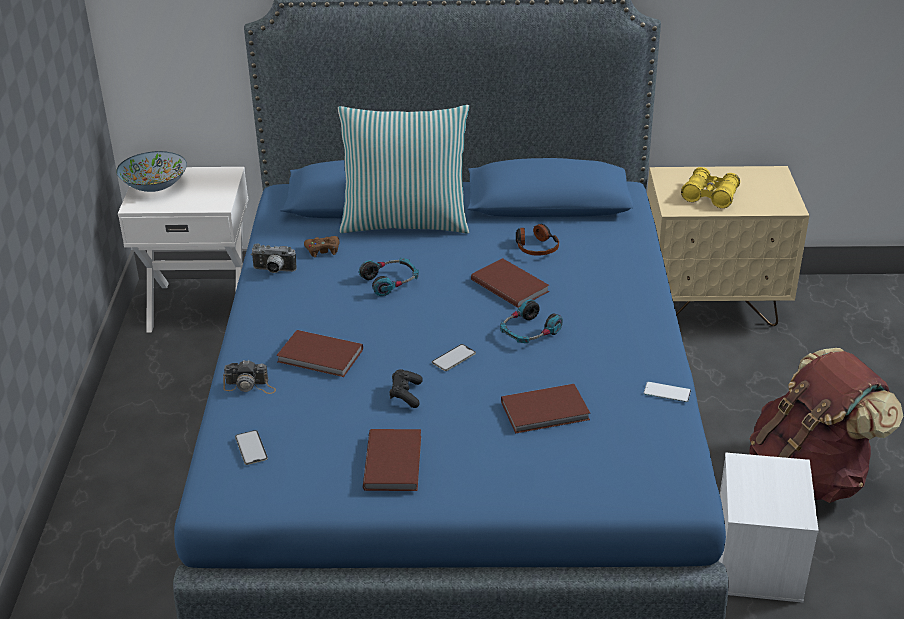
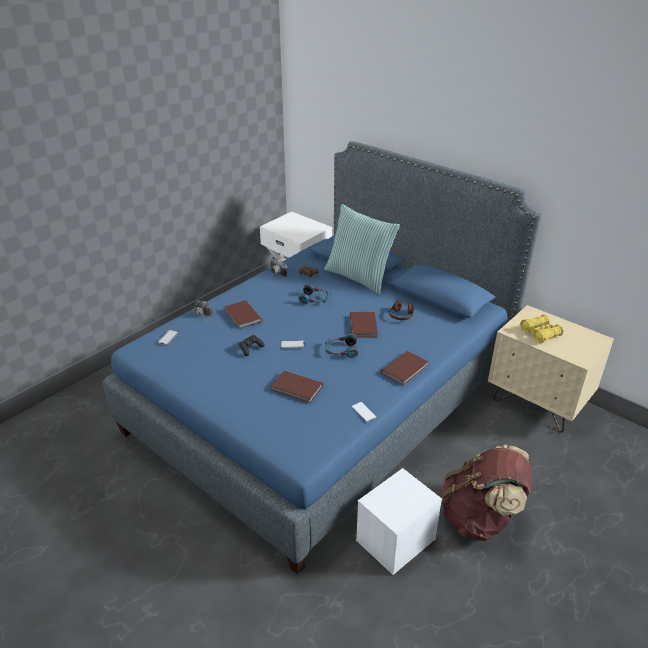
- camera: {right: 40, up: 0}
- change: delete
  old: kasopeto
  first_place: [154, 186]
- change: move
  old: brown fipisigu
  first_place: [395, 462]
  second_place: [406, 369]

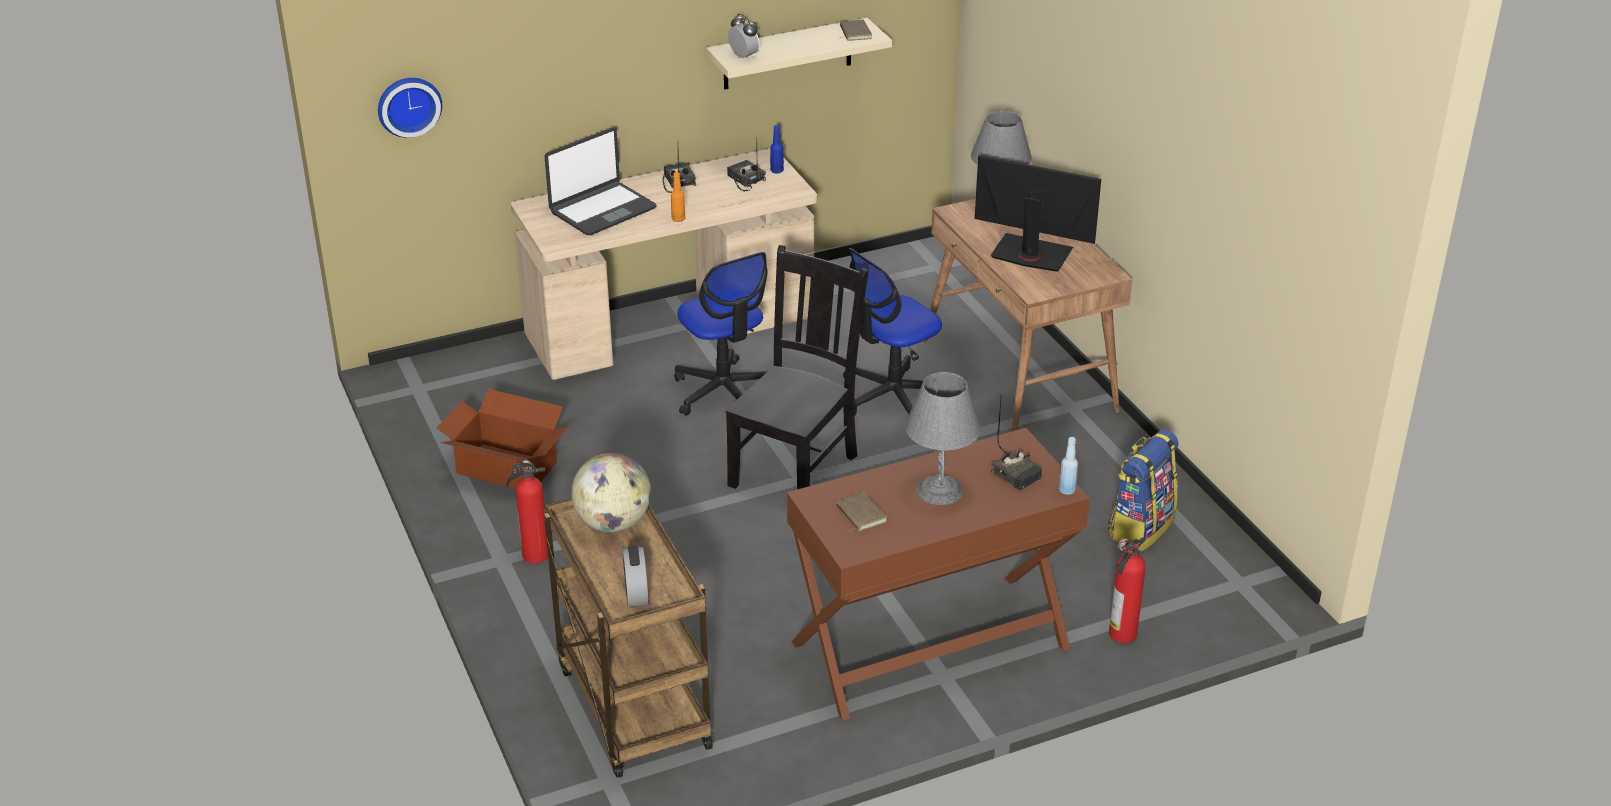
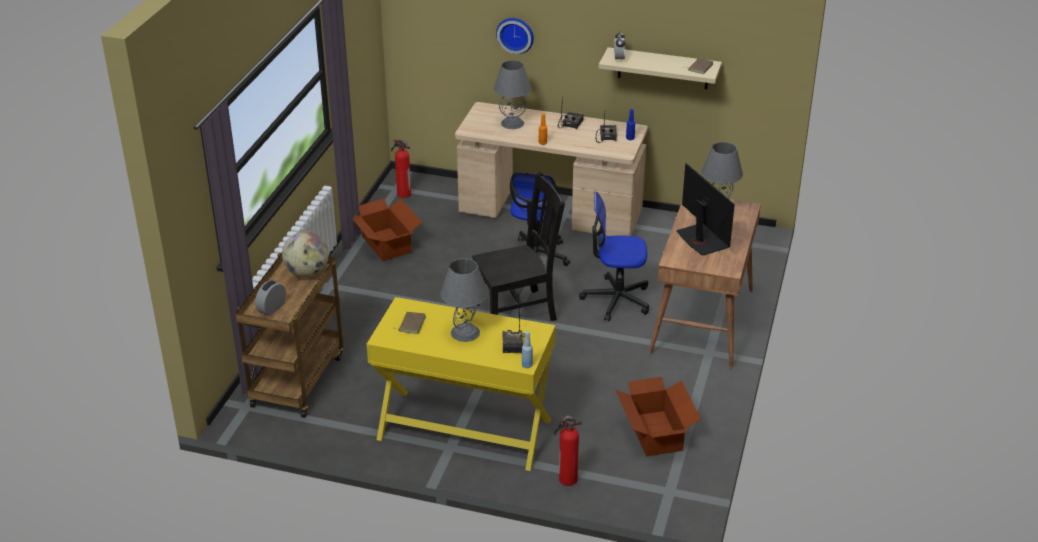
- camera: {right: 40, up: 0}
- change: move
  old: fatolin
  first_place: [408, 105]
  second_place: [516, 34]
- change: replace
  old: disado
  new: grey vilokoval
  first_place: [602, 210]
  second_place: [512, 123]
- change: recolor
  old: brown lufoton
  new: yellow lufoton
  first_place: [930, 646]
  second_place: [464, 430]
- change: replace
  old: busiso
  new: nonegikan
  first_place: [1140, 527]
  second_place: [656, 433]
- change: move
  old: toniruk
  first_place: [533, 555]
  second_place: [403, 193]

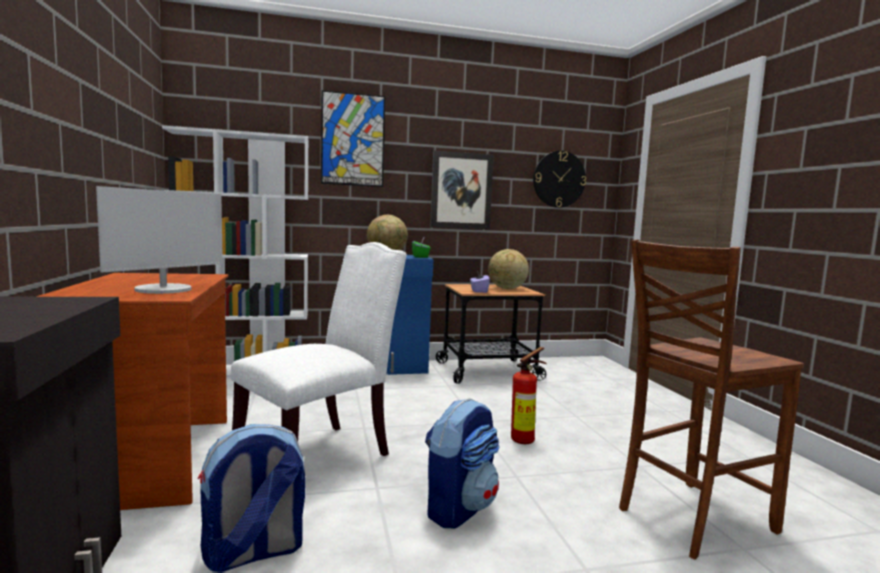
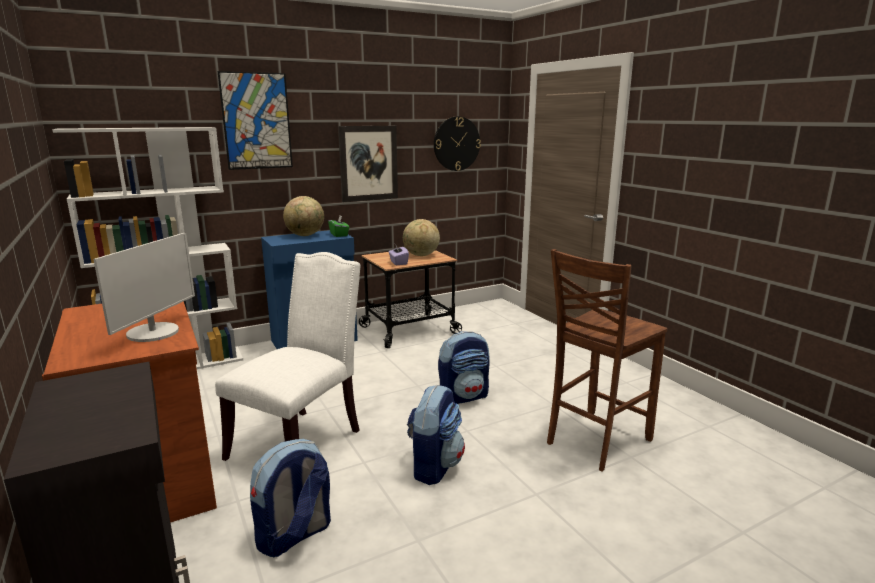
- camera: {right: -15, up: 10}
- change: replace
  old: toniruk
  new: busiso
  first_place: [526, 440]
  second_place: [464, 396]

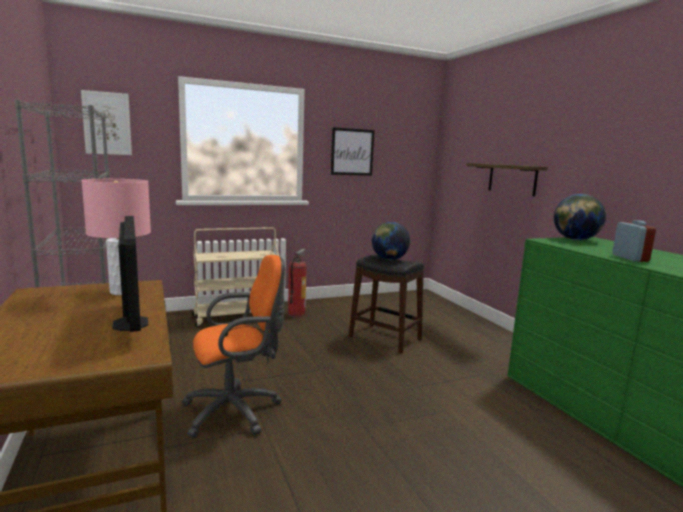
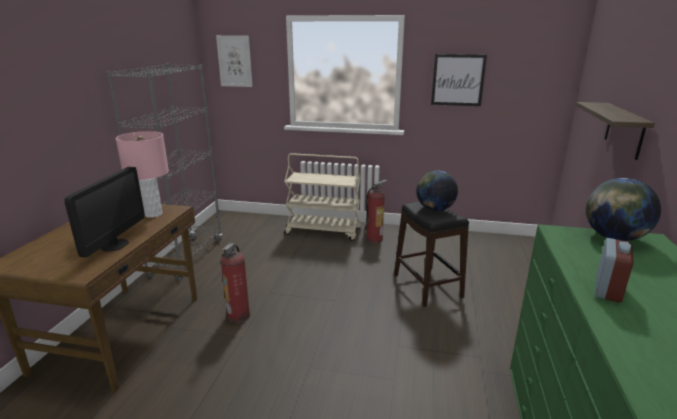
- camera: {right: 35, up: 10}
- change: replace
  old: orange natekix
  new: toniruk
  first_place: [237, 411]
  second_place: [238, 316]

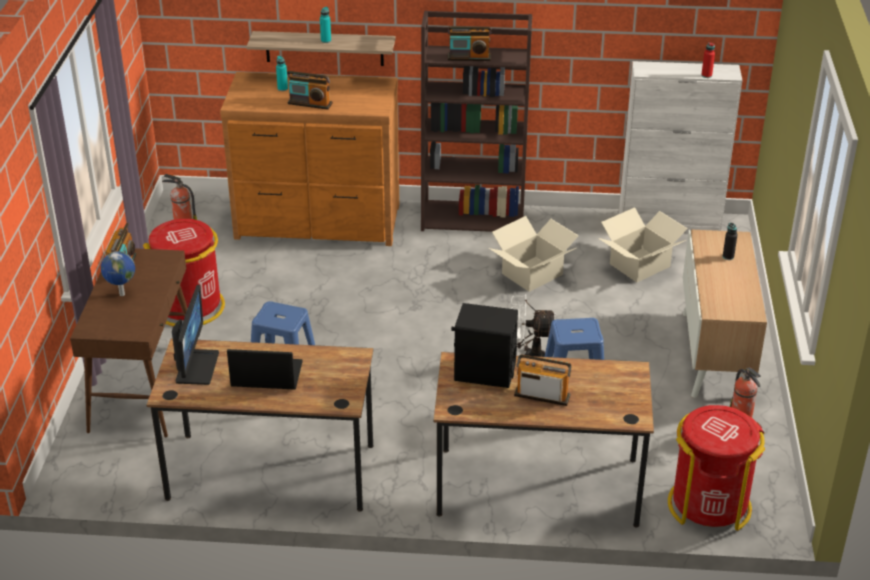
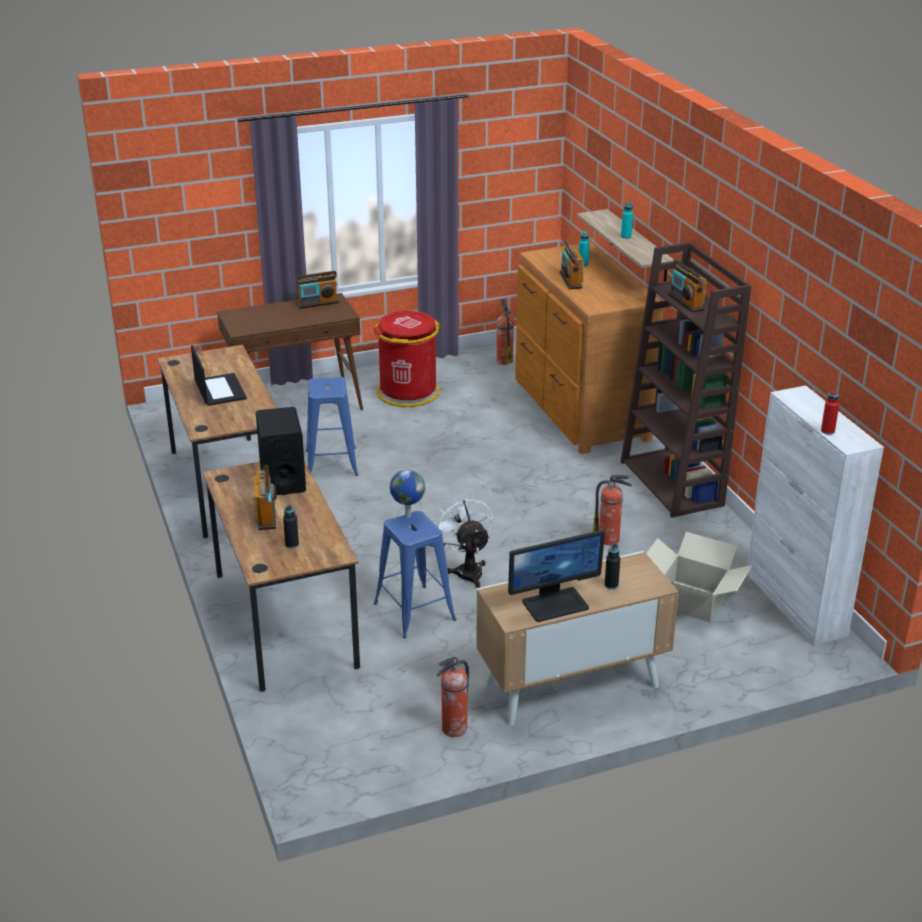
- camera: {right: 65, up: -5}
- change: replace
  old: nonegikan
  new: toniruk
  first_place: [532, 274]
  second_place: [610, 539]
- change: move
  old: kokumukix
  first_place: [121, 294]
  second_place: [407, 515]
- change: move
  old: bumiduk
  first_place: [196, 367]
  second_place: [555, 604]
- change: delete
  old: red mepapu
  first_place: [709, 505]
- change: insert
  new: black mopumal
  second_place: [292, 545]

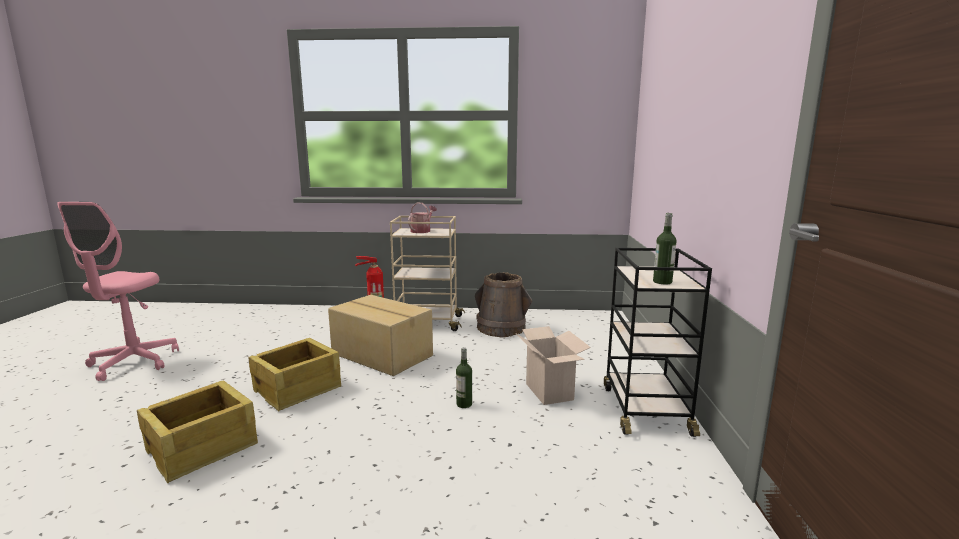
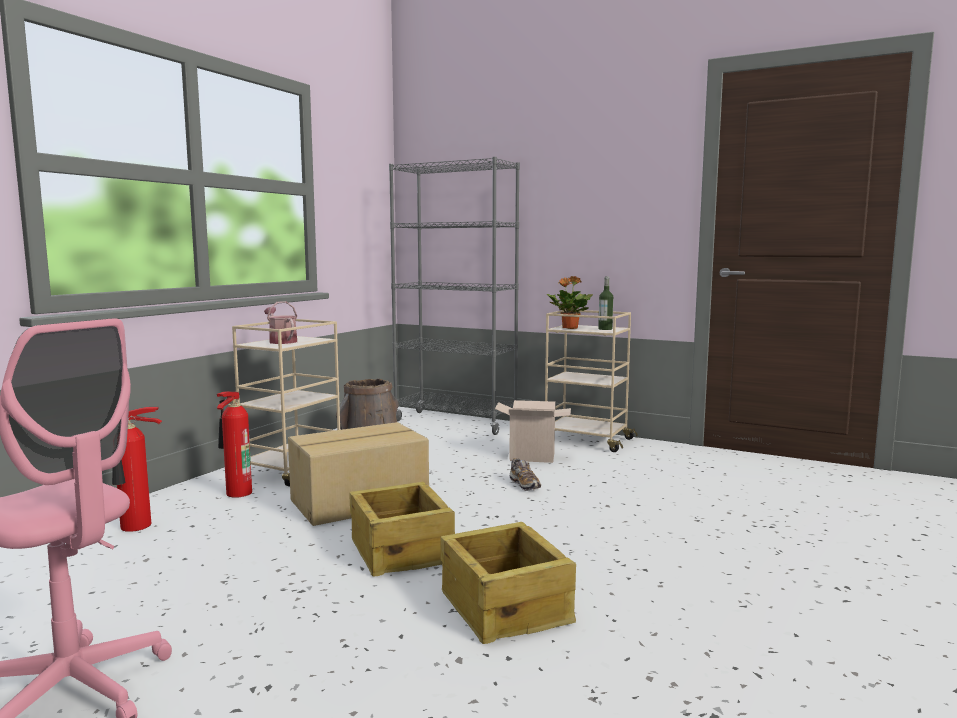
- camera: {right: -65, up: -5}
- change: recolor
  old: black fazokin
  new: beige fazokin
  first_place: [645, 409]
  second_place: [586, 440]
- change: replace
  old: mopumal
  new: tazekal
  first_place: [464, 404]
  second_place: [524, 485]
- change: insert
  new: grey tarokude
  second_place: [455, 423]
- change: insert
  new: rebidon
  second_place: [569, 328]
- change: insert
  new: toniruk
  second_place: [137, 527]

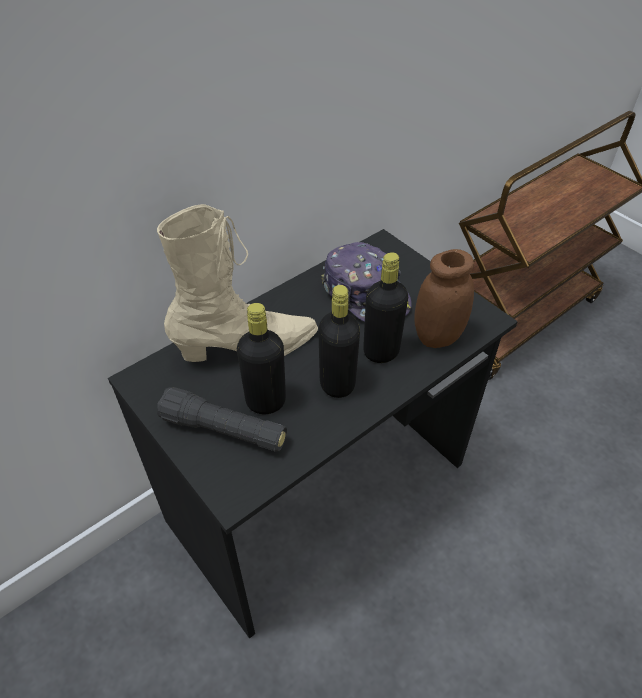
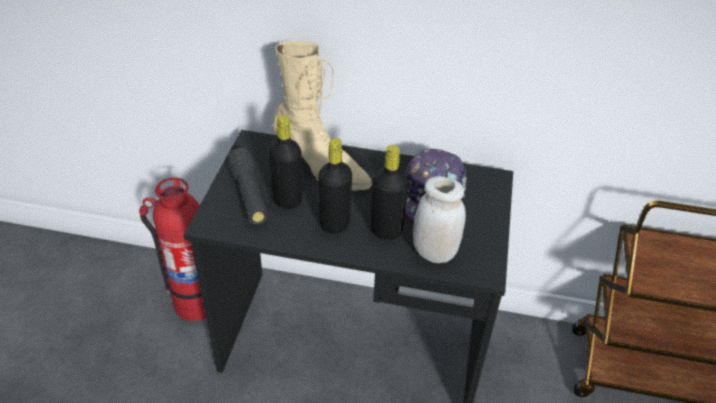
- camera: {right: 50, up: -5}
- change: recolor
  old: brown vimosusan
  new: white vimosusan
  first_place: [438, 336]
  second_place: [434, 252]
- change: insert
  new: toniruk
  second_place: [195, 302]

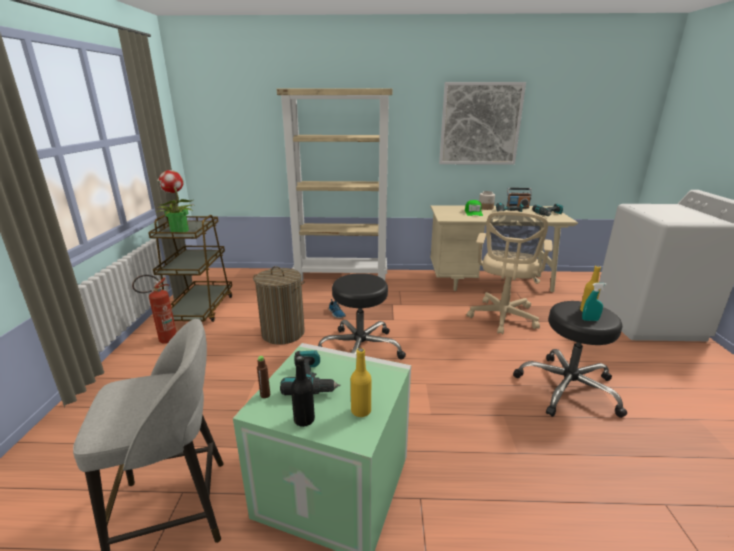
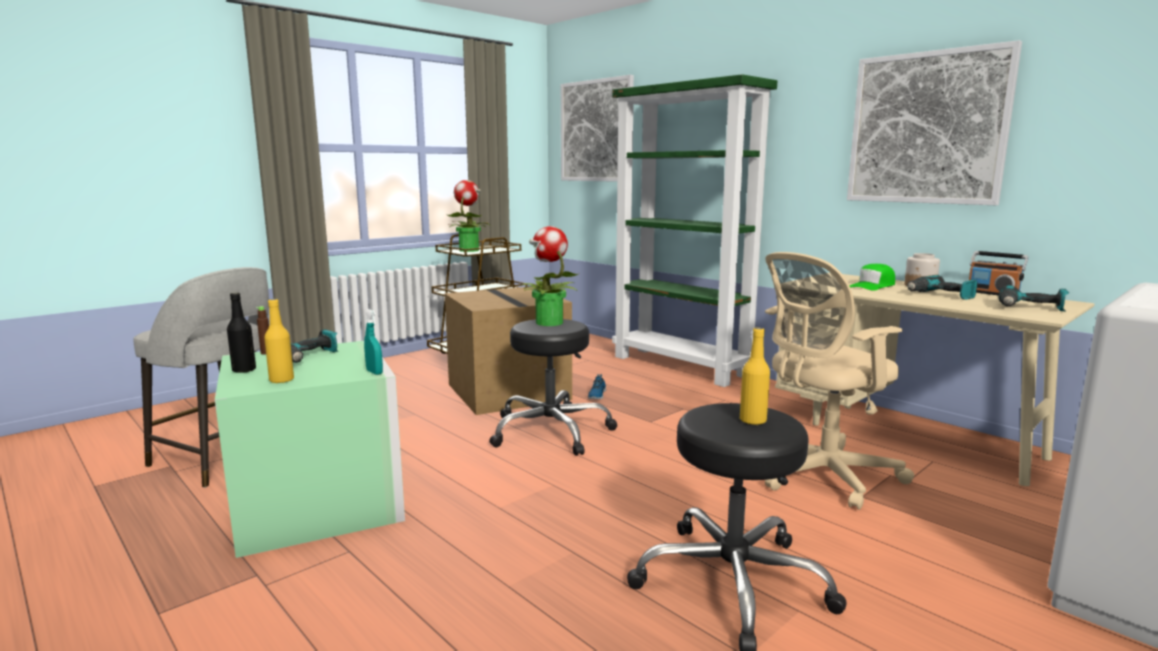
- camera: {right: 45, up: -10}
- change: recolor
  old: beige tarokude
  new: green tarokude
  first_place: [342, 275]
  second_place: [681, 366]
- change: replace
  old: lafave
  new: nonegikan
  first_place: [283, 333]
  second_place: [510, 392]
- change: delete
  old: toniruk
  first_place: [164, 341]
- change: move
  old: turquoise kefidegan
  first_place: [590, 320]
  second_place: [374, 372]
- change: insert
  new: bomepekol
  second_place: [596, 131]
- change: insert
  new: rebidon
  second_place: [548, 322]

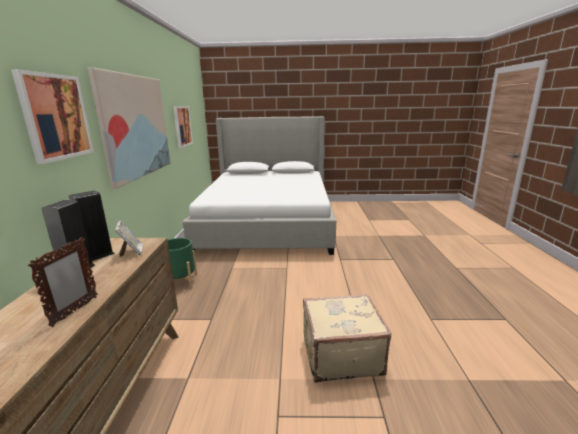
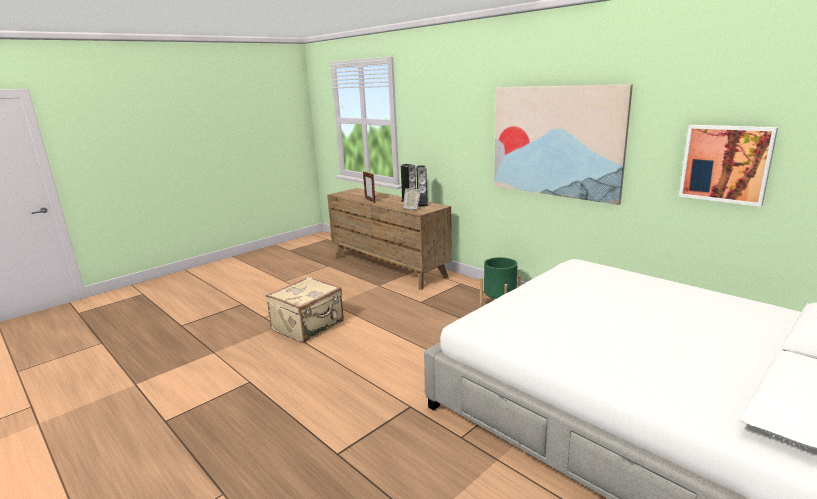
- camera: {right: 135, up: 0}
- change: delete
  old: bomepekol
  first_place: [56, 117]

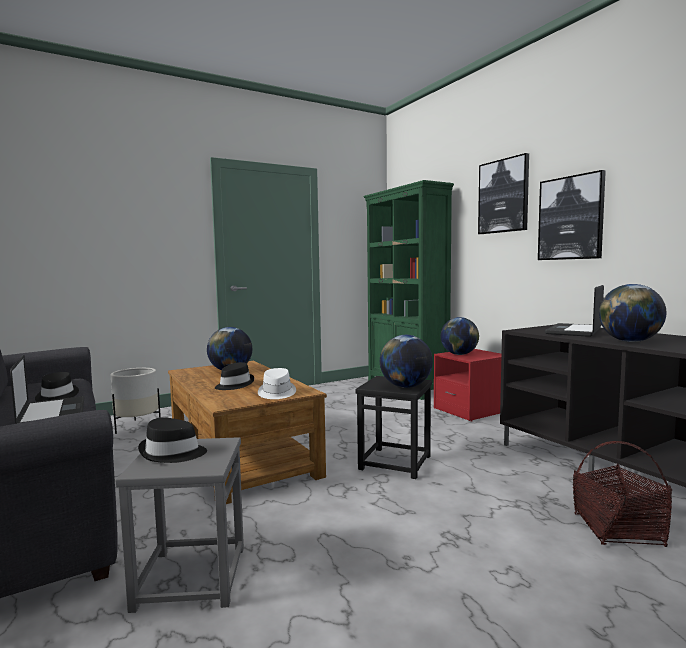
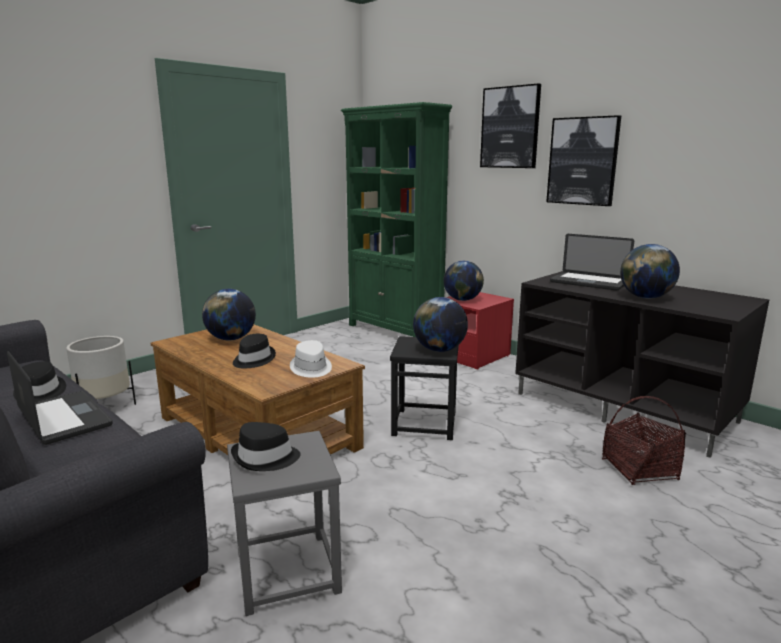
- camera: {right: -15, up: 10}
- change: rotate
  old: disado
  first_place: [574, 331]
  second_place: [589, 282]
  degrees: -75

